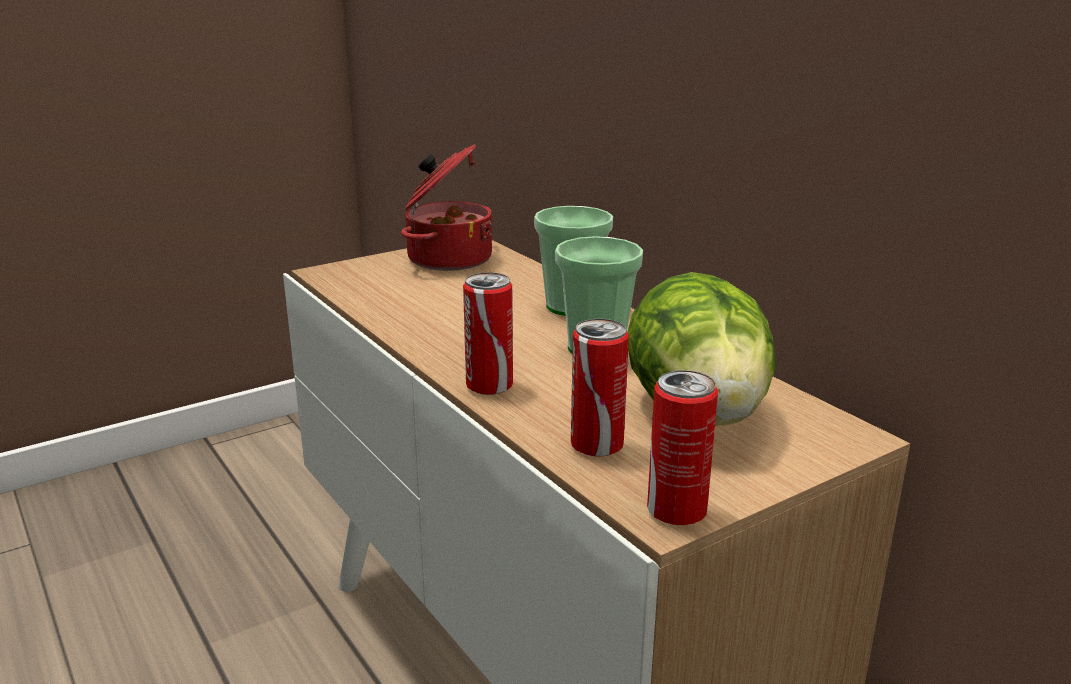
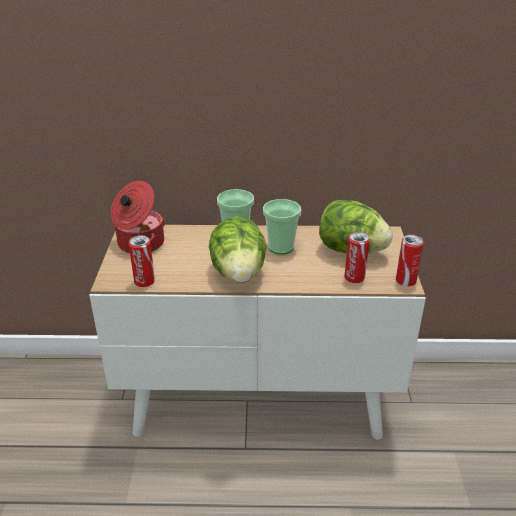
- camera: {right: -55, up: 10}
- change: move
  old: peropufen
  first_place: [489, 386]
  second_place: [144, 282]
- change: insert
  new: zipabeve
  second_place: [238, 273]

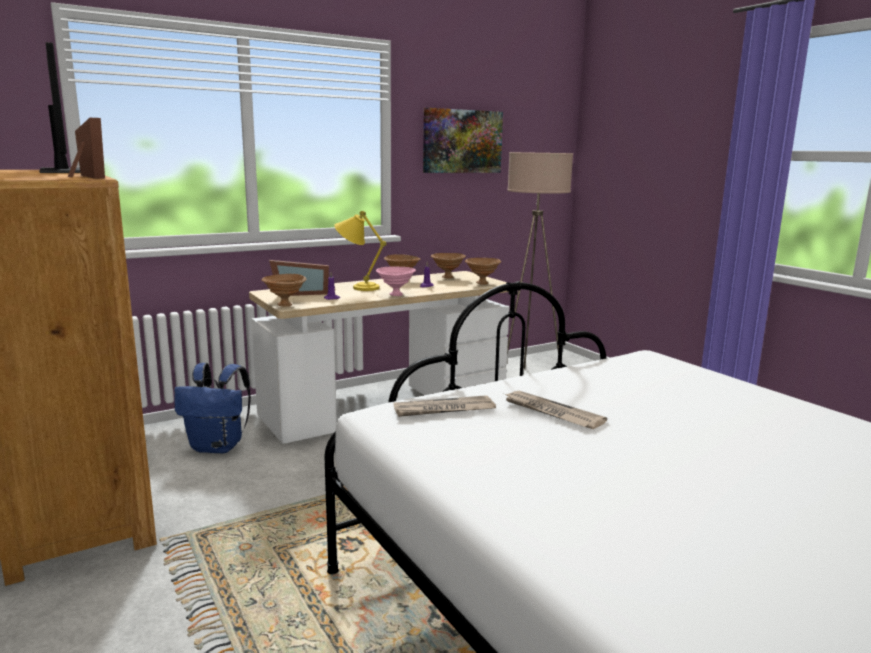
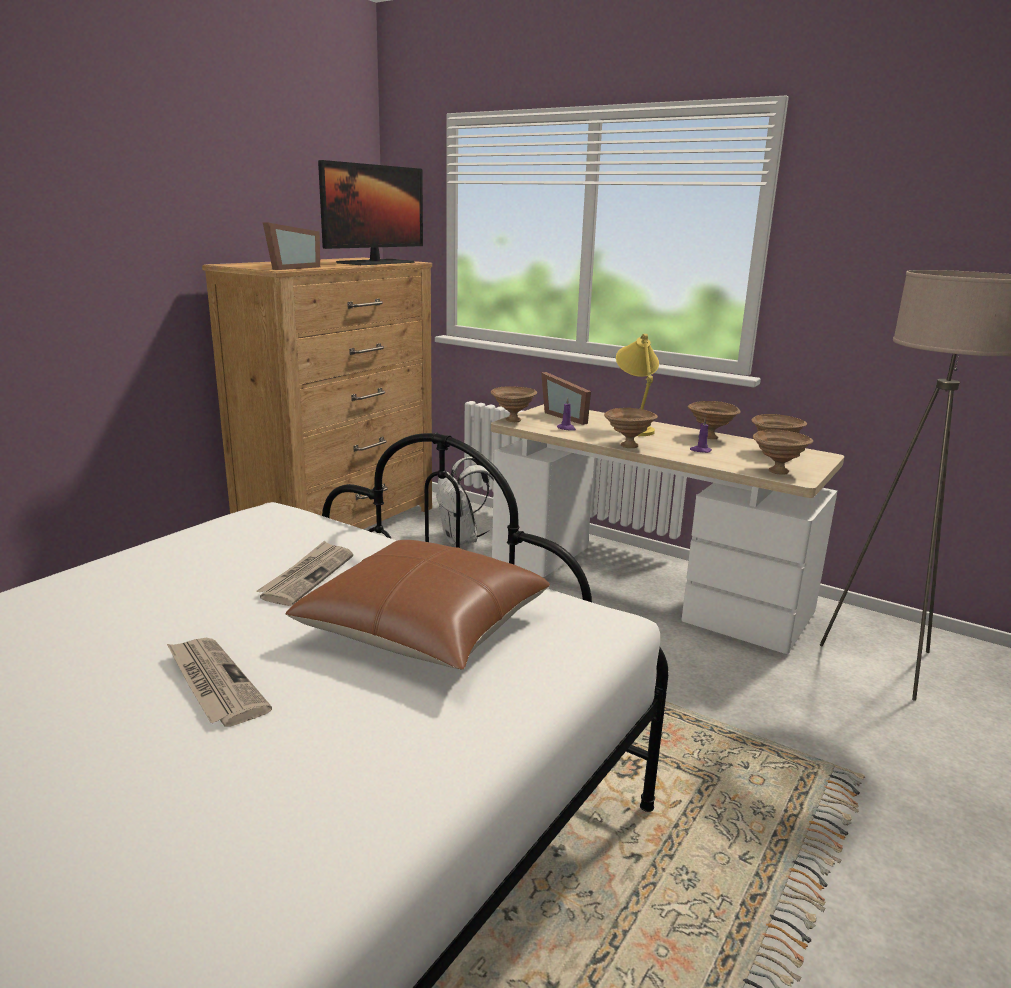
- camera: {right: 65, up: 5}
- change: delete
  old: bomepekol
  first_place: [462, 141]
- change: recolor
  old: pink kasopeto
  new: brown kasopeto
  first_place: [396, 295]
  second_place: [628, 446]
- change: recolor
  old: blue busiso
  new: white busiso
  first_place: [218, 447]
  second_place: [463, 539]
- change: move
  old: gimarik
  first_place: [443, 410]
  second_place: [213, 683]
- change: insert
  new: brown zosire
  second_place: [424, 628]

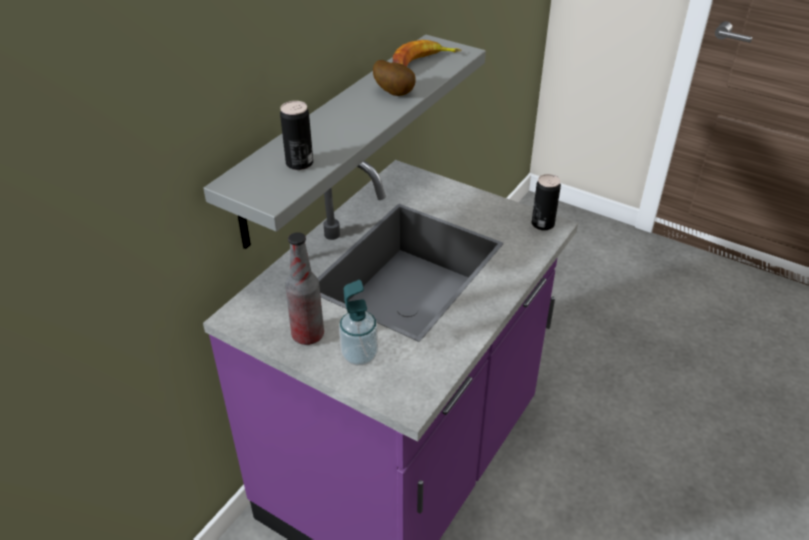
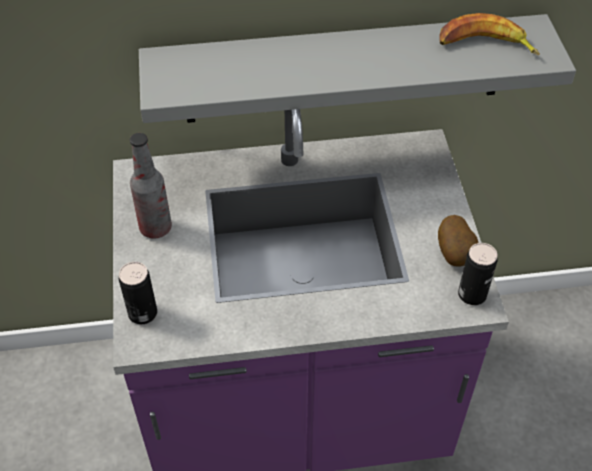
- camera: {right: 50, up: 10}
- change: move
  old: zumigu
  first_place: [395, 93]
  second_place: [456, 254]
- change: move
  old: peropufen
  first_place: [299, 163]
  second_place: [142, 313]
- change: delete
  old: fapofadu
  first_place: [359, 355]

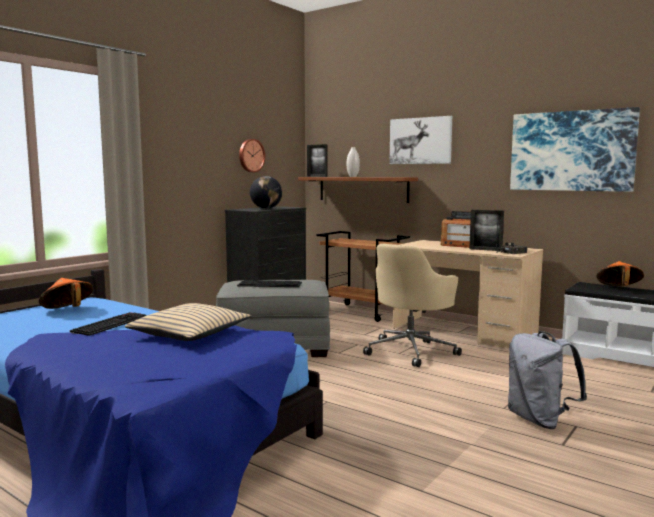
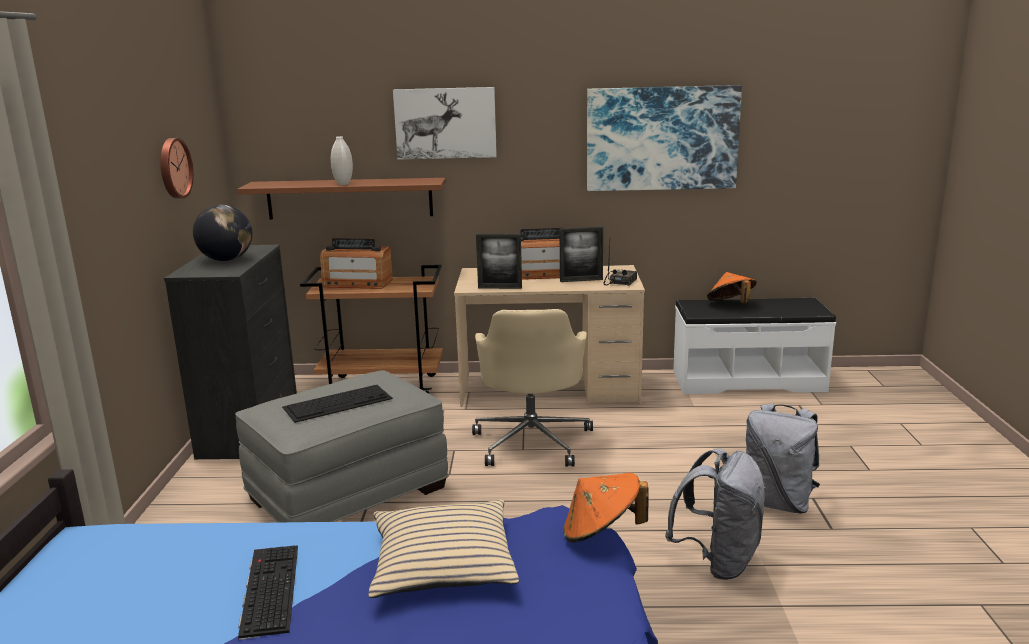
- camera: {right: -35, up: 10}
- change: move
  old: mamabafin
  first_place: [317, 176]
  second_place: [500, 288]
- change: move
  old: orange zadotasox
  first_place: [67, 310]
  second_place: [601, 532]
- change: insert
  new: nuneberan
  second_place: [357, 283]
- change: insert
  new: grey busiso
  second_place: [718, 561]

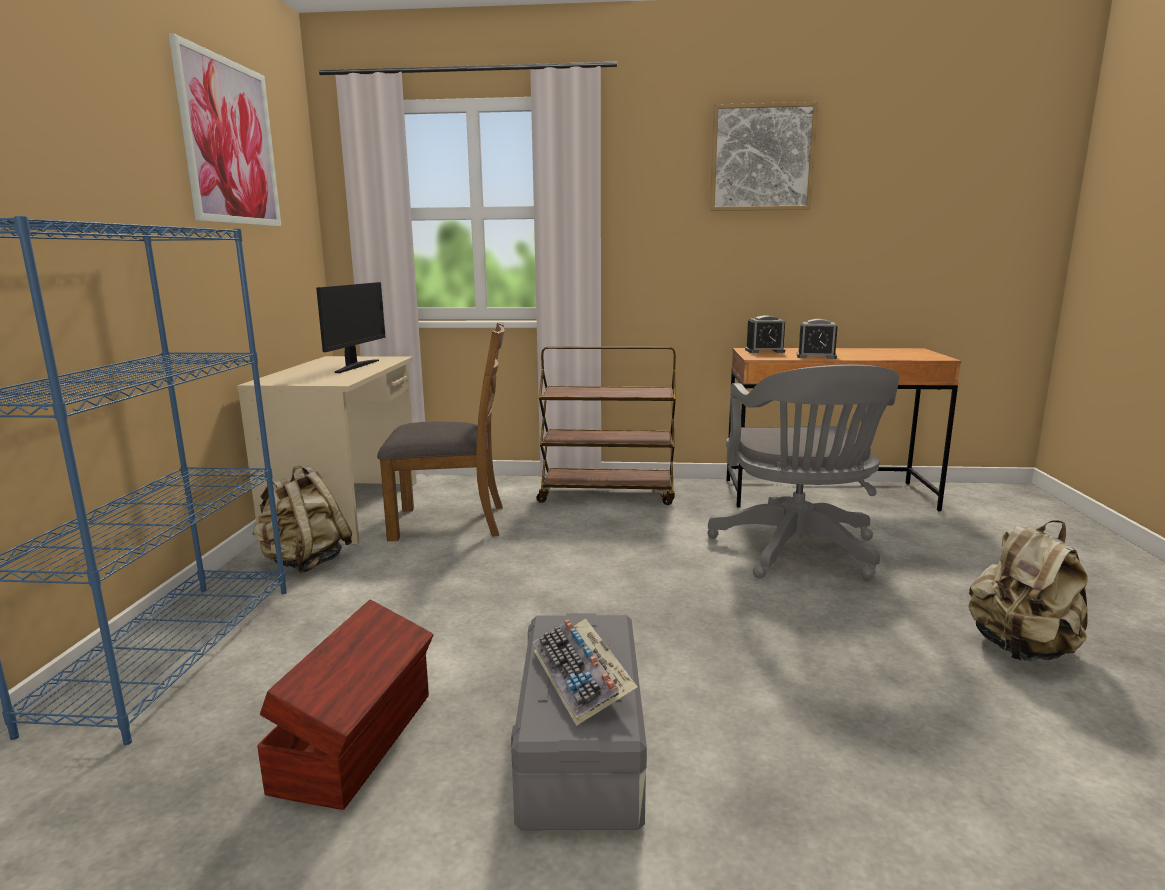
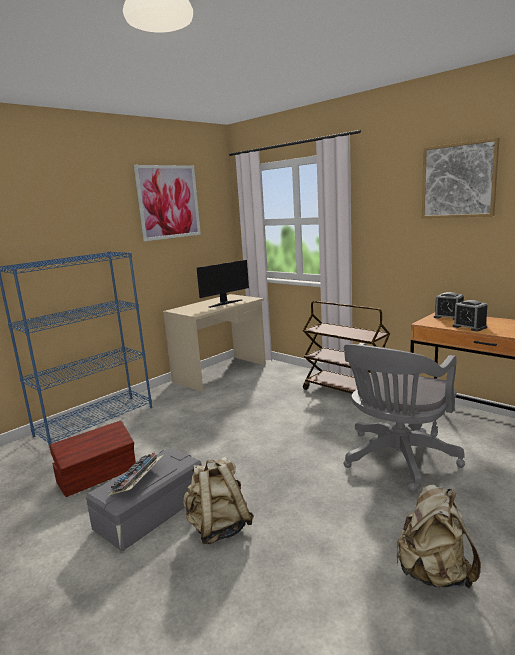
- camera: {right: 40, up: 0}
- change: delete
  old: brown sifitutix
  first_place: [450, 522]
- change: move
  old: beige busiso
  first_place: [304, 563]
  second_place: [218, 528]

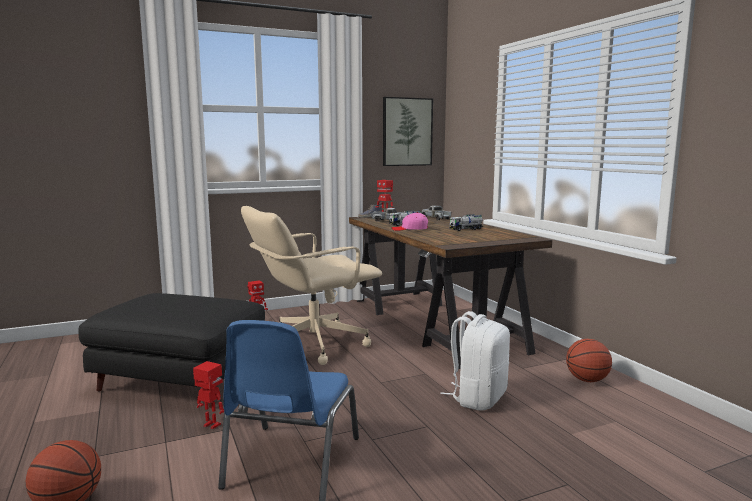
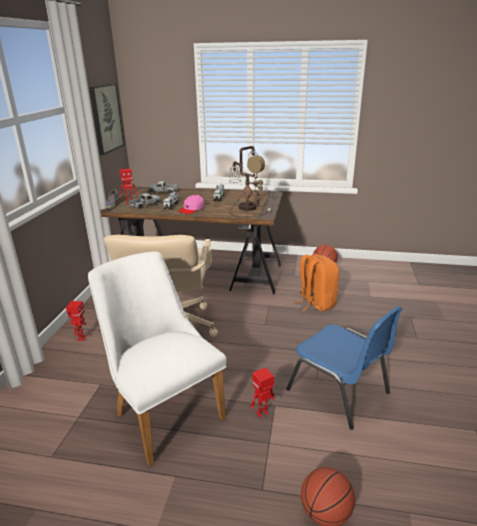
- camera: {right: -55, up: 15}
- change: replace
  old: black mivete
  new: white sifitutix
  first_place: [182, 380]
  second_place: [163, 411]
- change: recolor
  old: white busiso
  new: orange busiso
  first_place: [478, 398]
  second_place: [315, 303]
- change: insert
  new: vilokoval
  second_place: [247, 207]

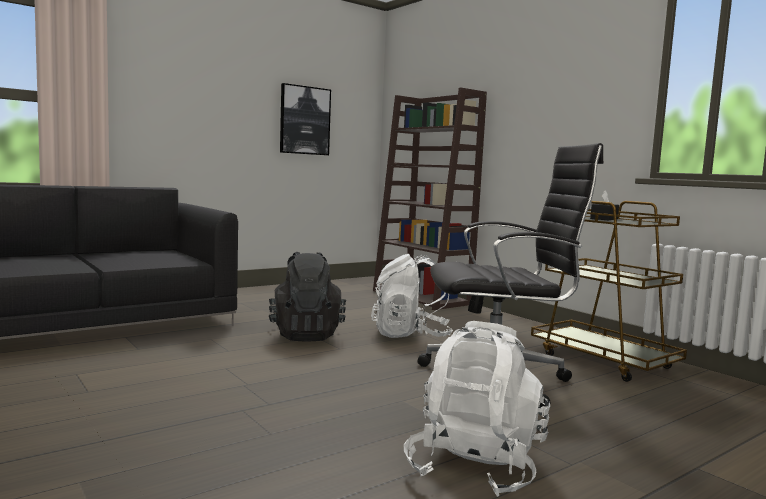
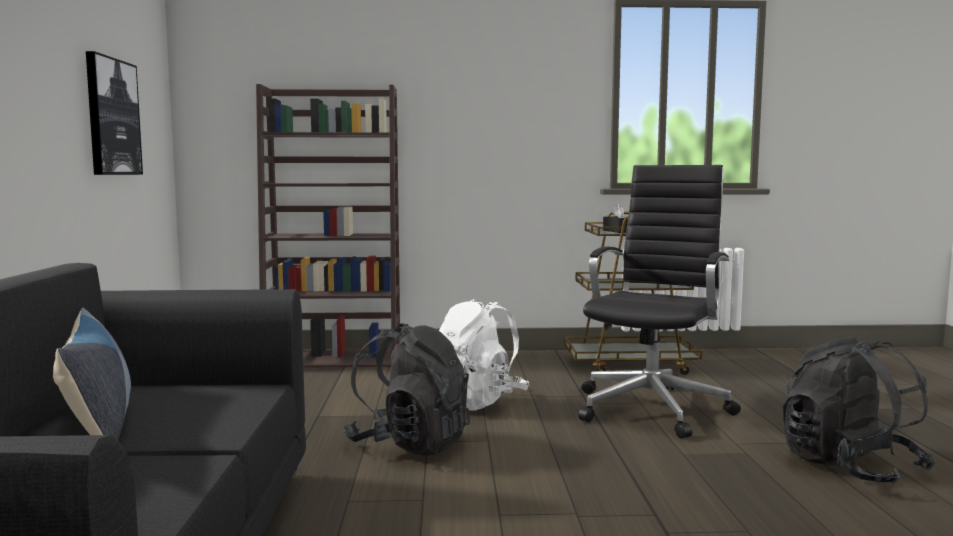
- camera: {right: -55, up: 0}
- change: recolor
  old: white busiso
  new: black busiso
  first_place: [475, 466]
  second_place: [849, 467]
- change: insert
  new: zosire
  second_place: [99, 423]

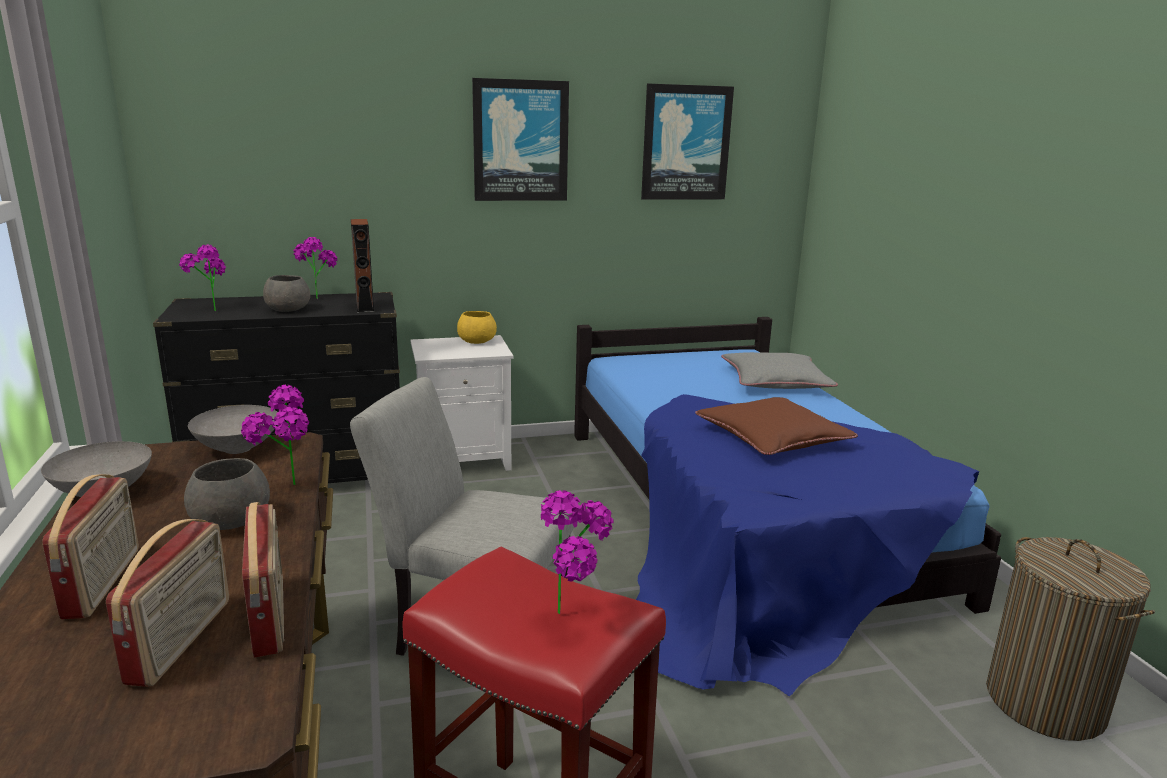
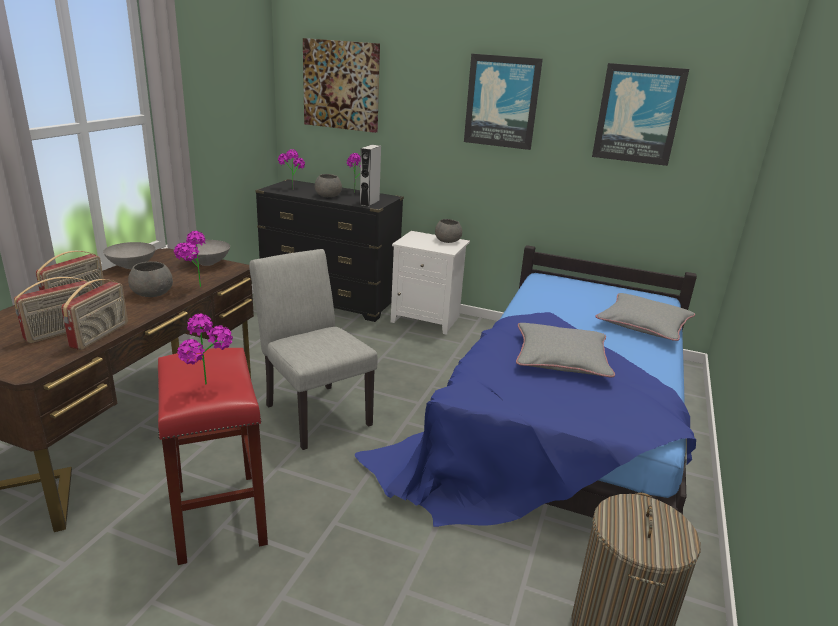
- camera: {right: 35, up: 5}
- change: recolor
  old: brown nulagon
  new: grey nulagon
  first_place: [365, 307]
  second_place: [369, 202]
- change: recolor
  old: yellow kasopeto
  new: grey kasopeto
  first_place: [476, 341]
  second_place: [447, 240]
- change: recolor
  old: brown zosire
  new: grey zosire
  first_place: [772, 437]
  second_place: [561, 358]
- change: insert
  new: bomepekol
  second_place: [341, 85]

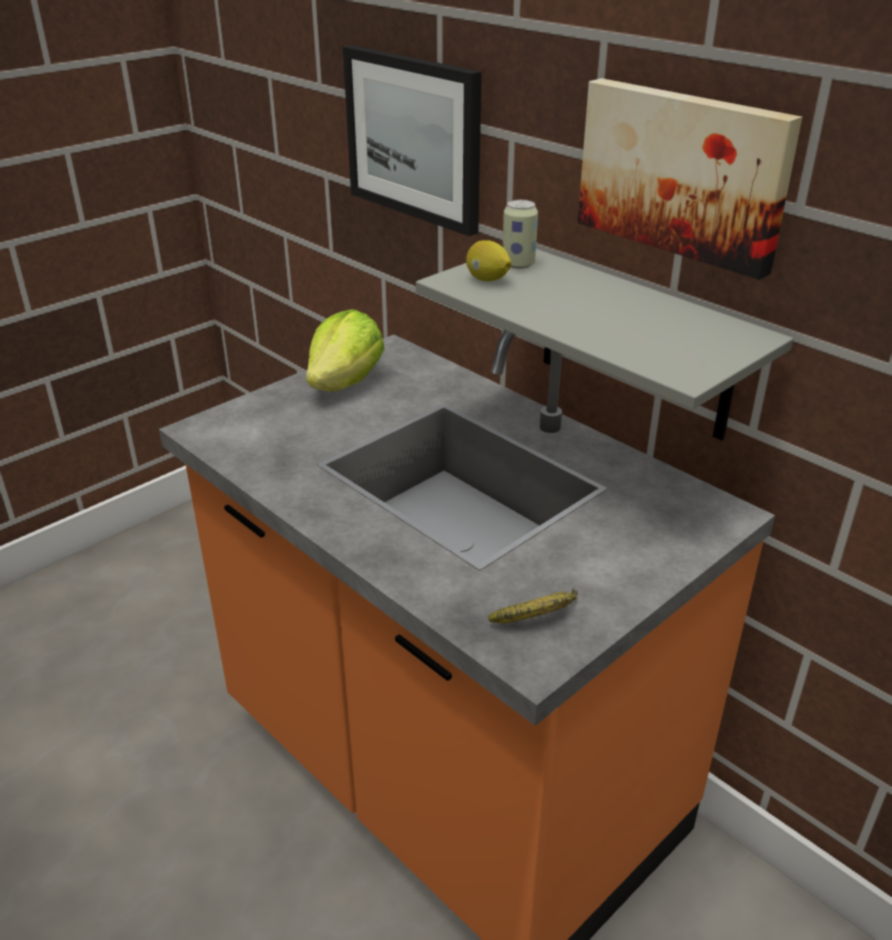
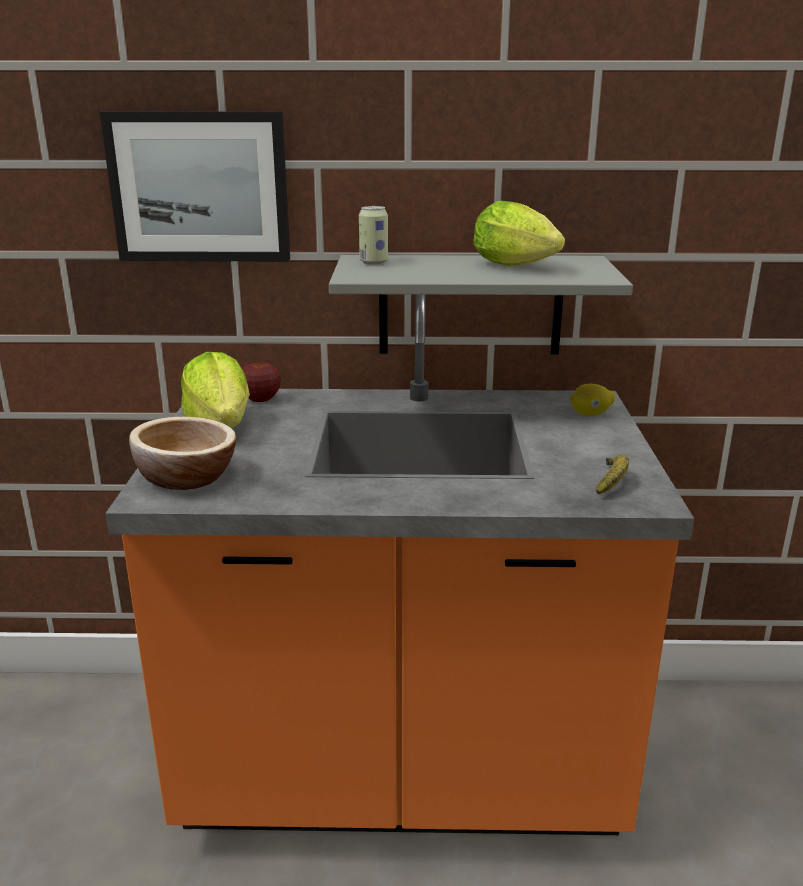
- camera: {right: -45, up: -10}
- change: delete
  old: bomepekol
  first_place: [684, 173]
- change: move
  old: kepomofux
  first_place: [487, 280]
  second_place: [590, 415]
- change: insert
  new: zipabeve
  second_place: [519, 267]
- change: insert
  new: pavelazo
  second_place: [261, 399]
- change: insert
  new: kasopeto
  second_place: [186, 477]

